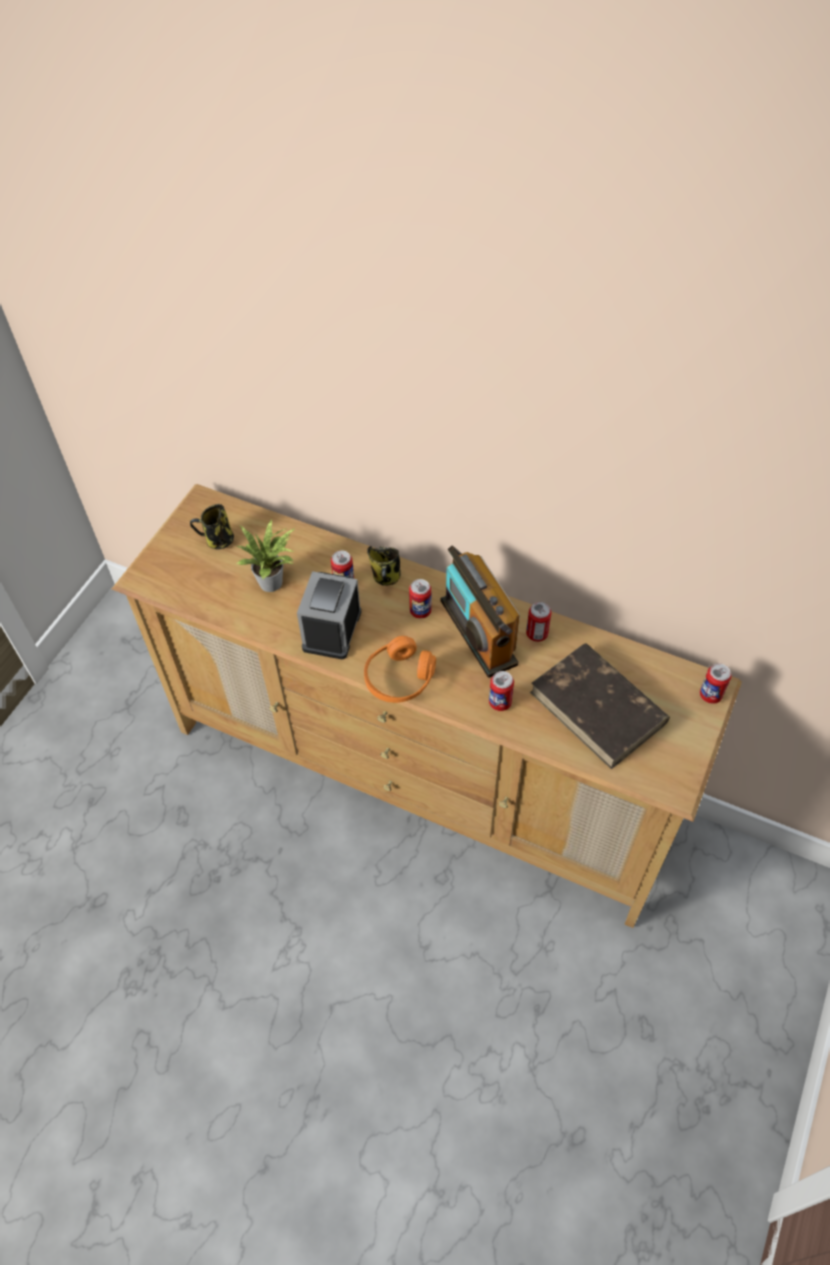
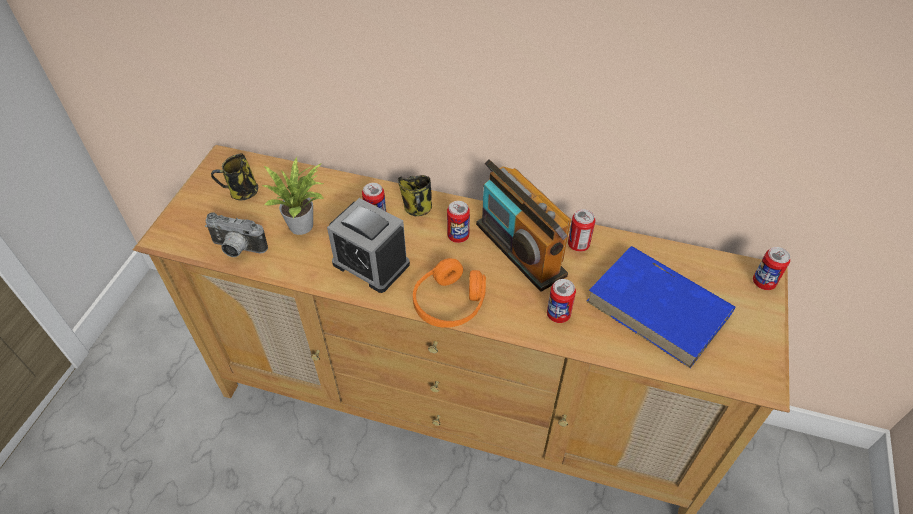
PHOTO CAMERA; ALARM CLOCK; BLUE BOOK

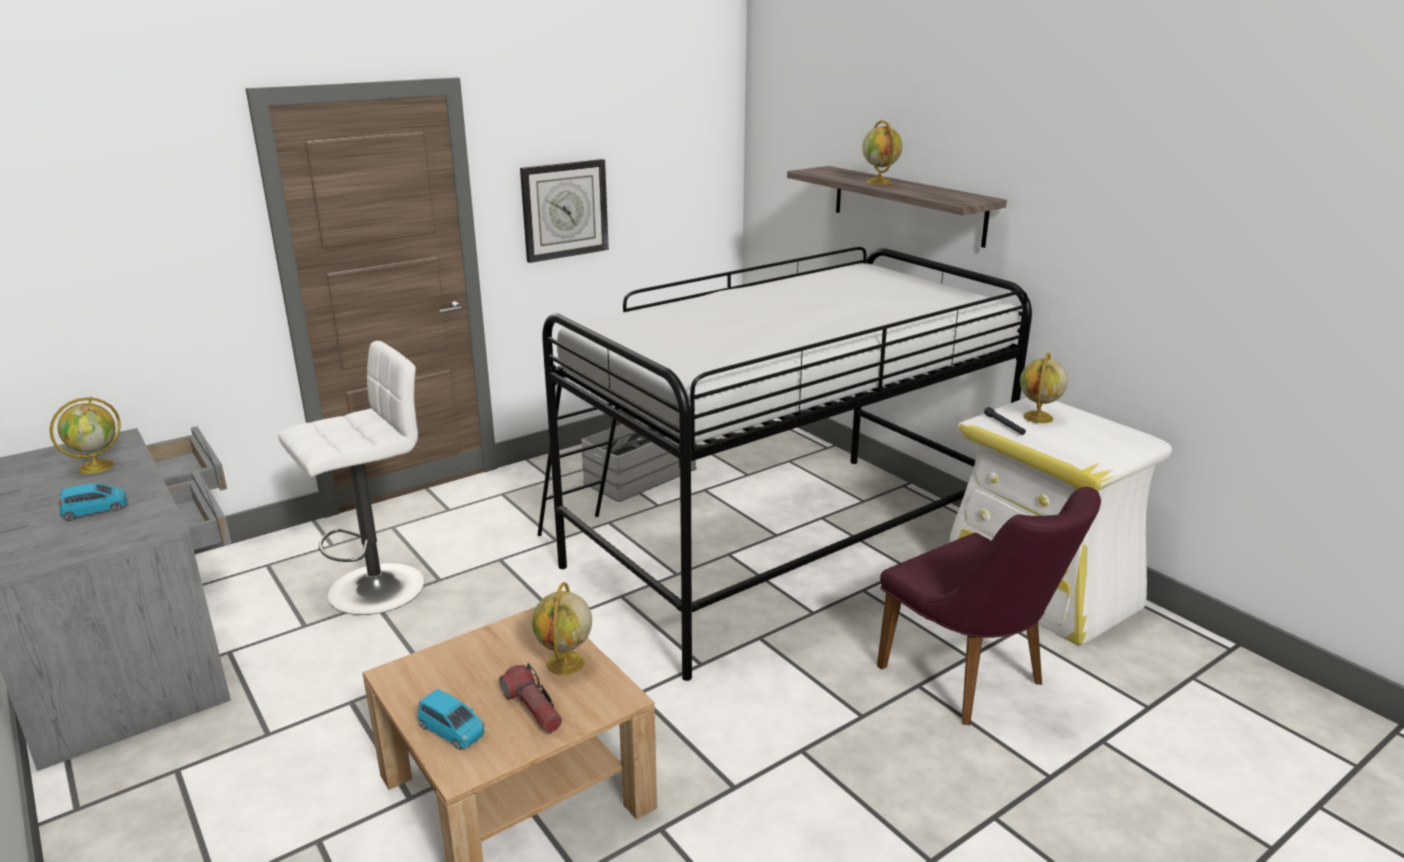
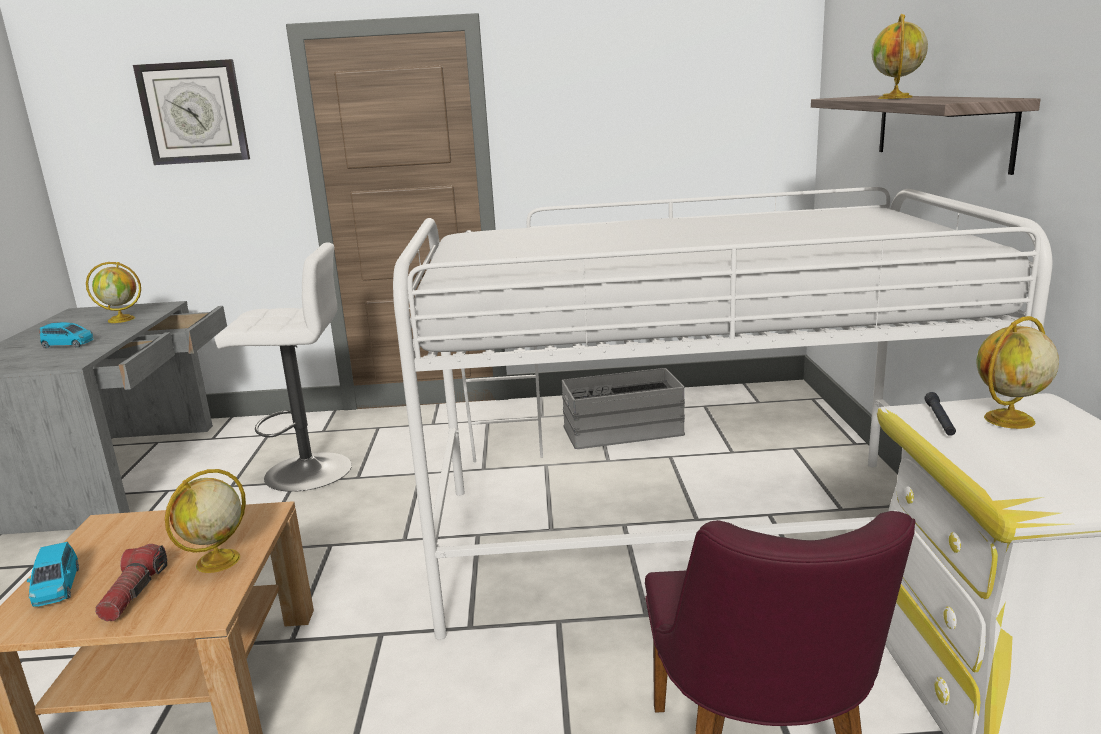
WALL CLOCK; WHITE BED

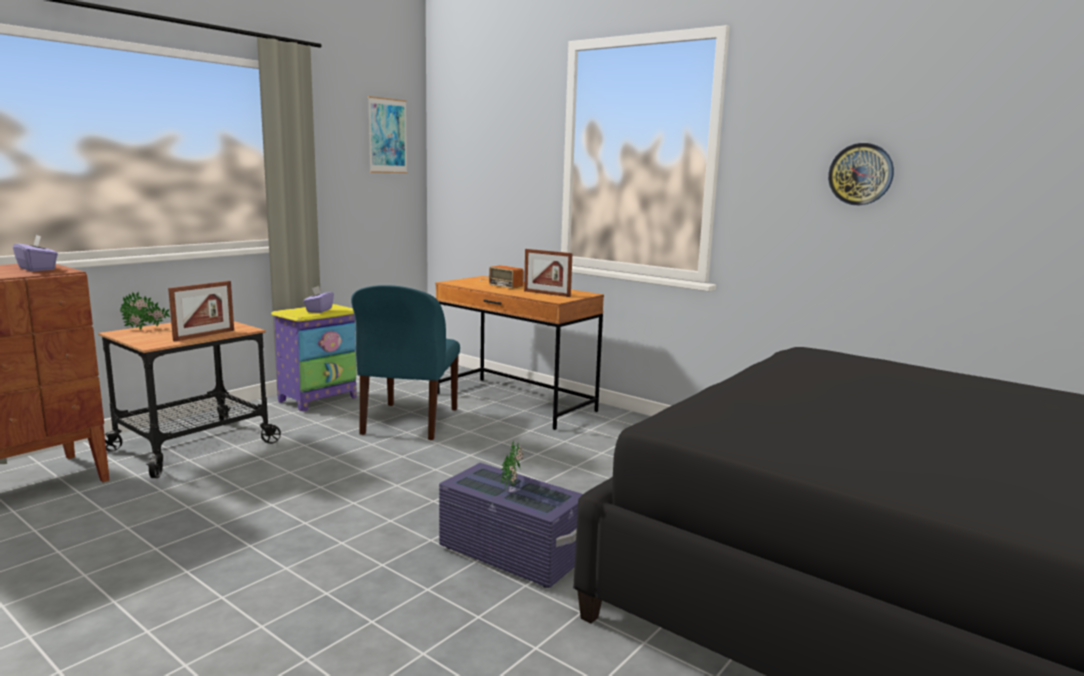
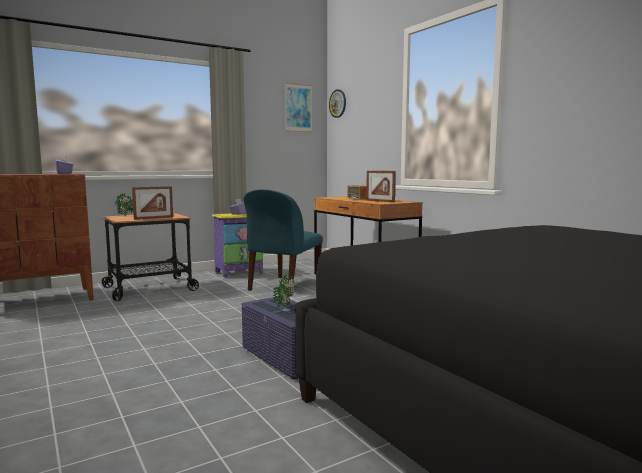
WALL CLOCK

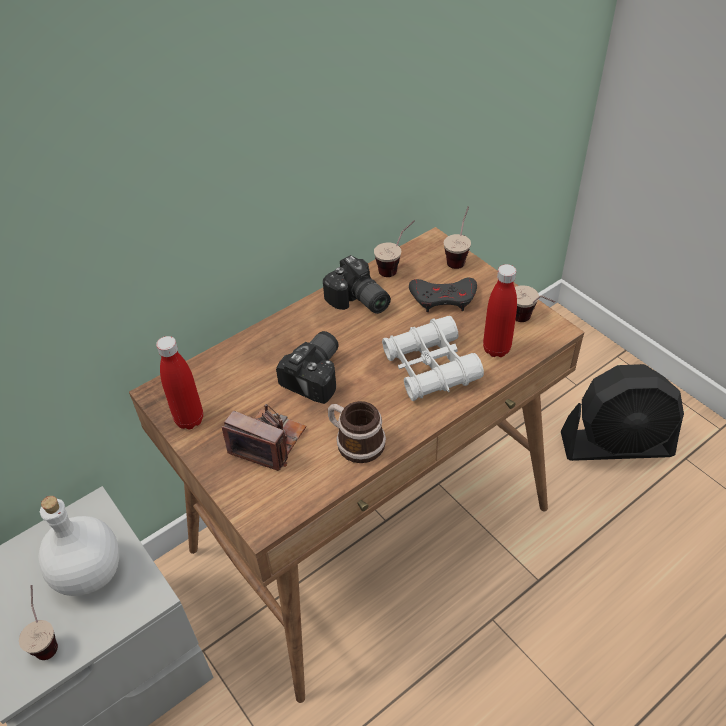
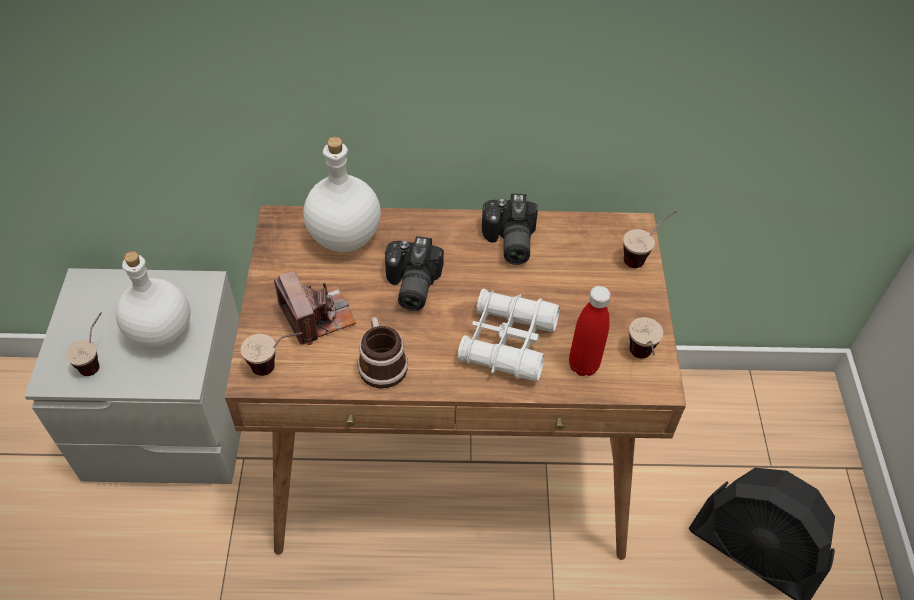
CUP (2nd from left); WHITE BOTTLE (2nd from left); PHOTO CAMERA (2nd from left); RED BOTTLE (1st from left in the first image); GREY GAME CONTROLLER

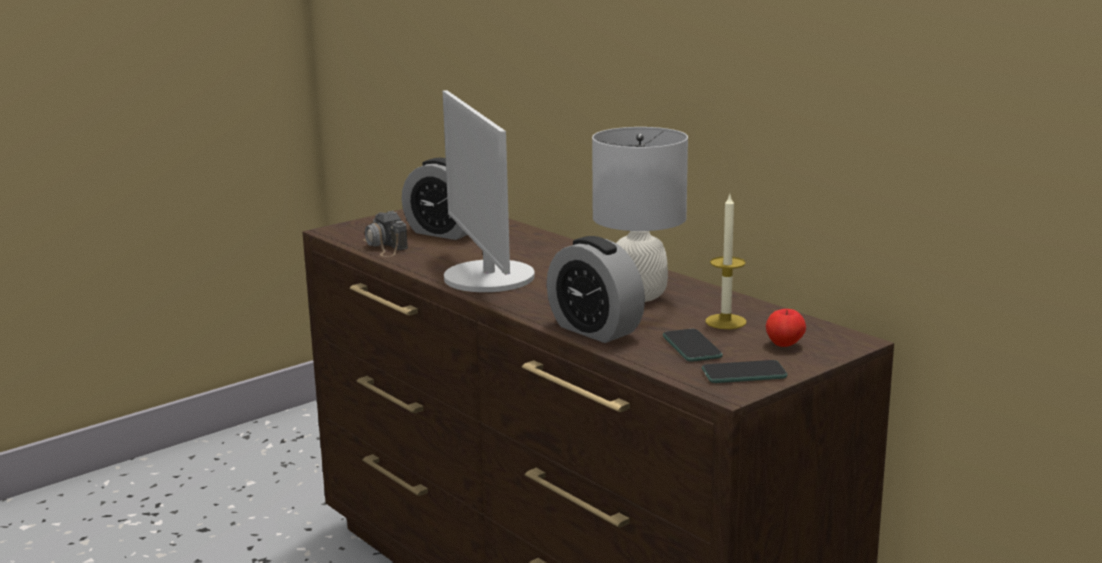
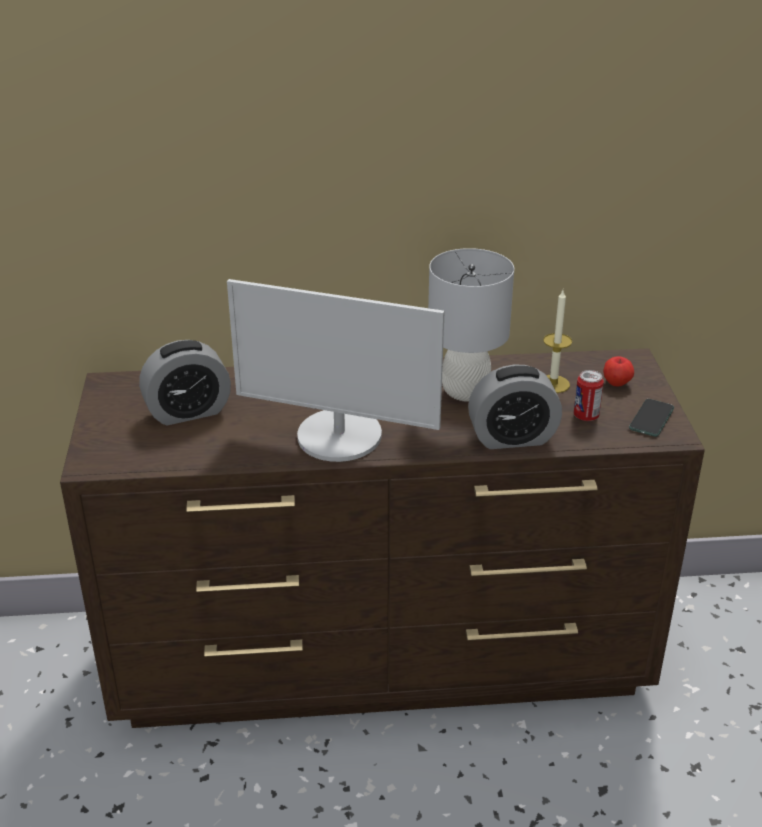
CAN; PHOTO CAMERA

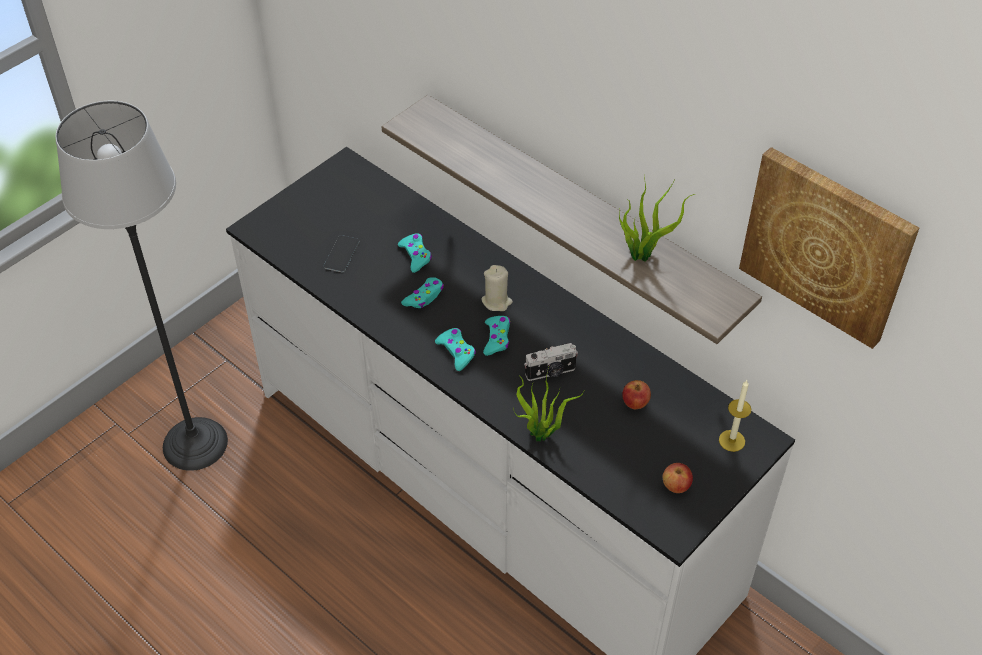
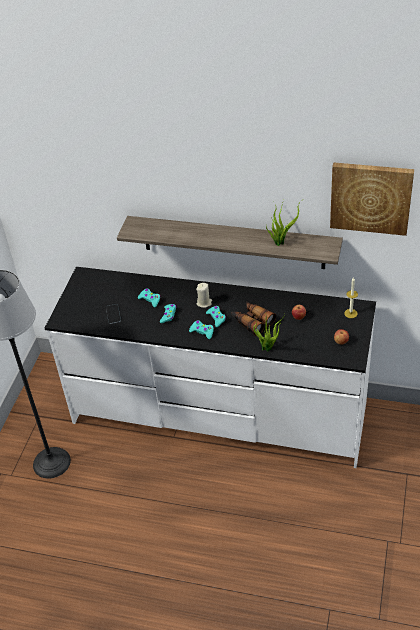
BINOCULARS

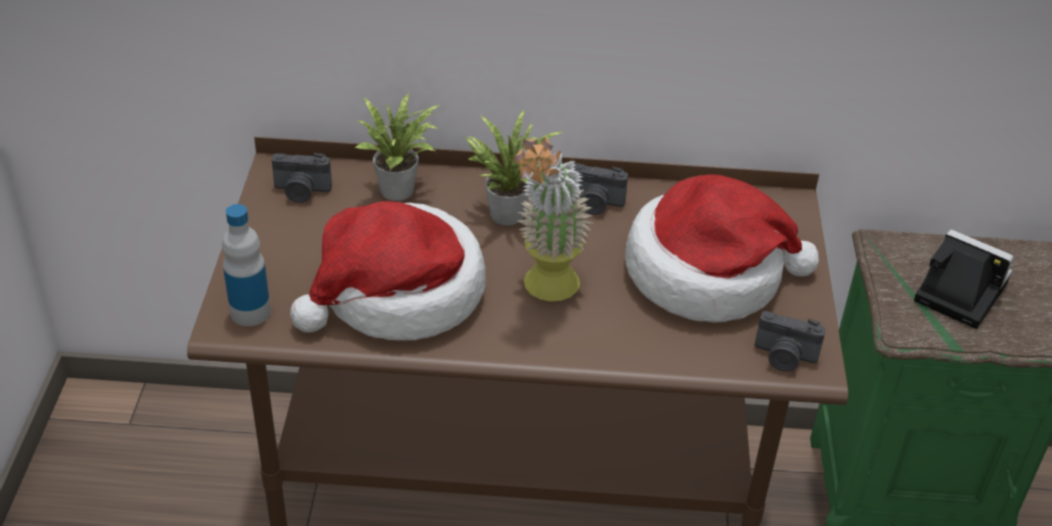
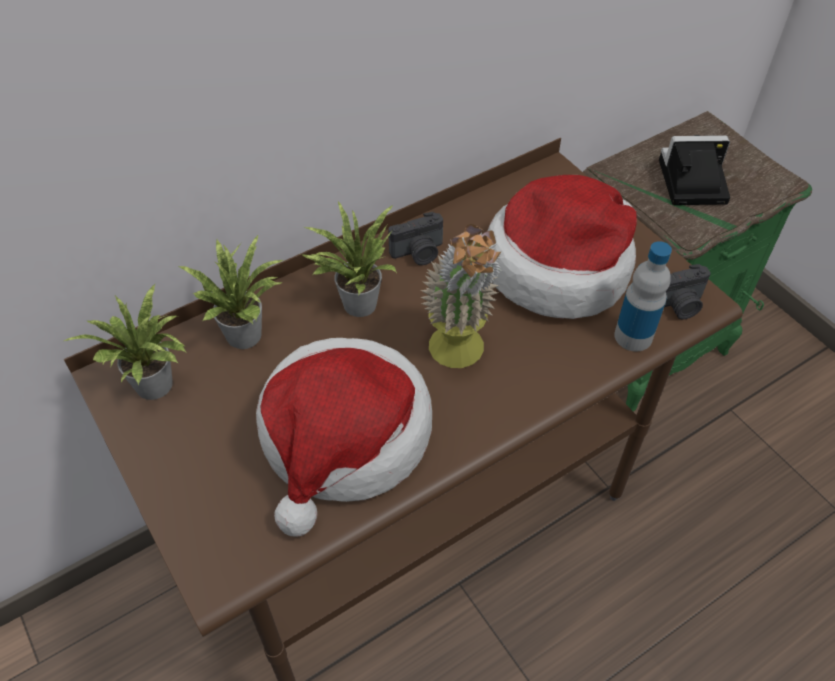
POTTED PLANT (1st from left); BOTTLE

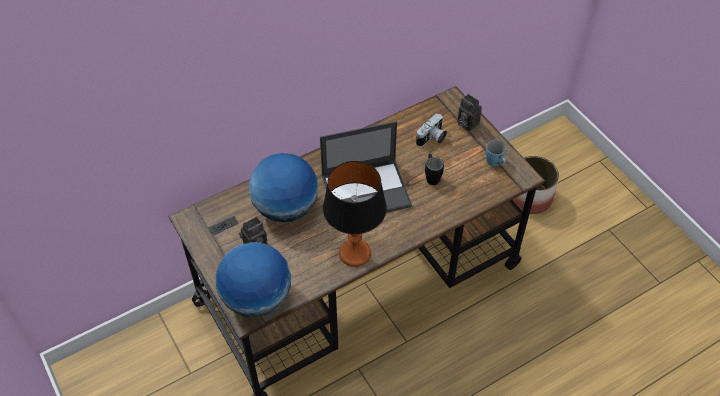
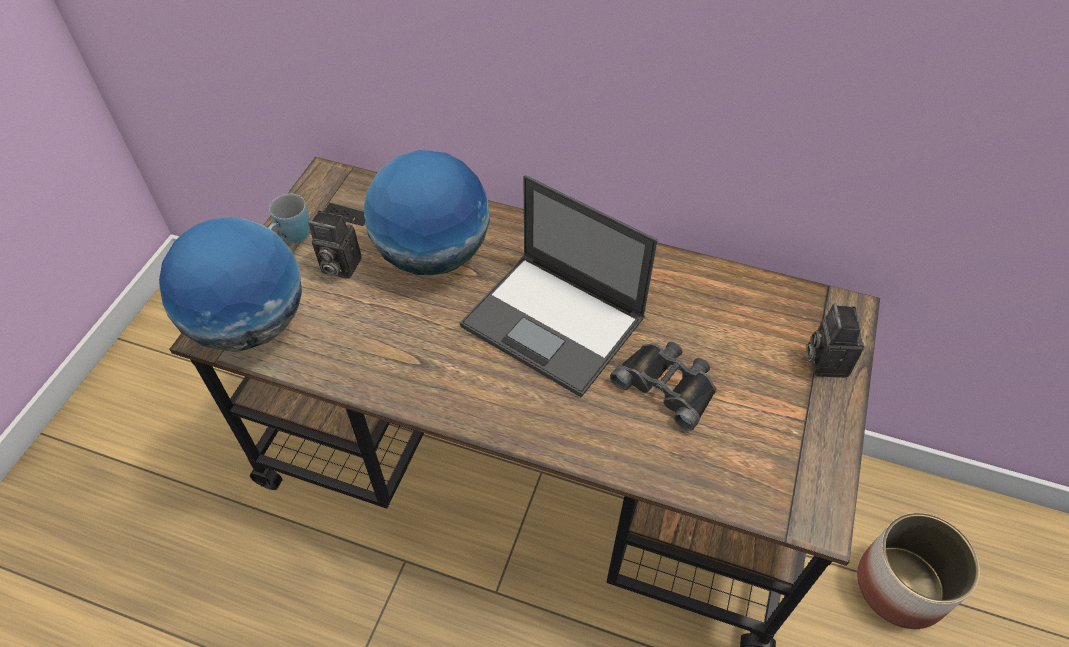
BLUE MUG; BLACK BINOCULARS; TABLE LAMP; PHOTO CAMERA (2nd from left in the first image)

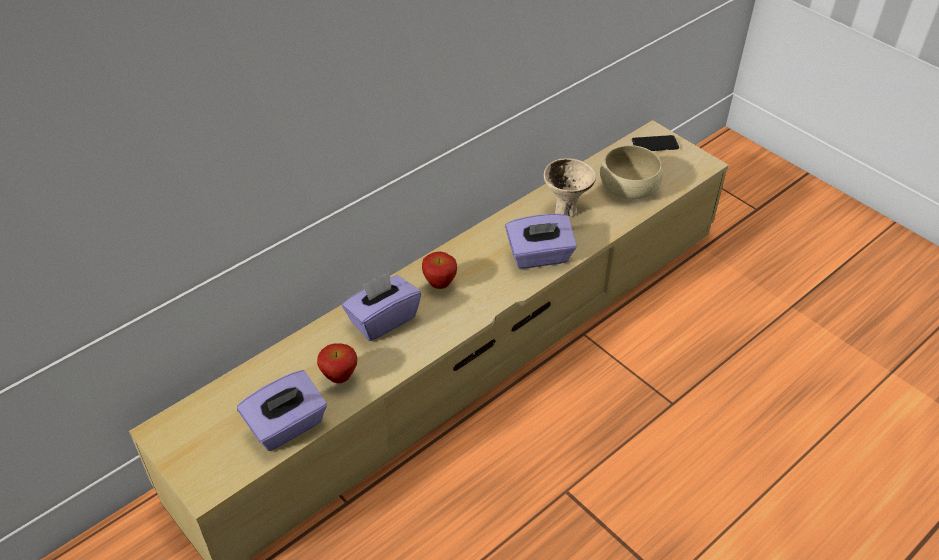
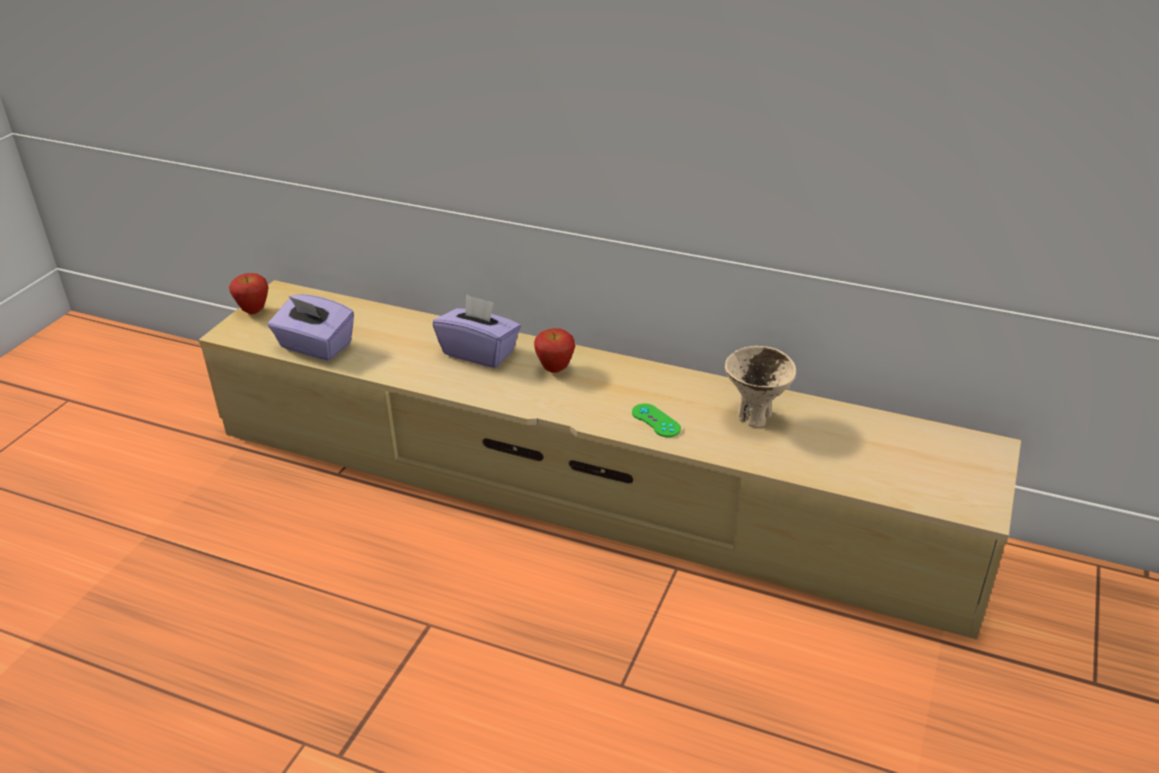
APPLE (1st from left); GREEN GAME CONTROLLER; BEIGE BOWL (2nd from left in the first image); PHONE

